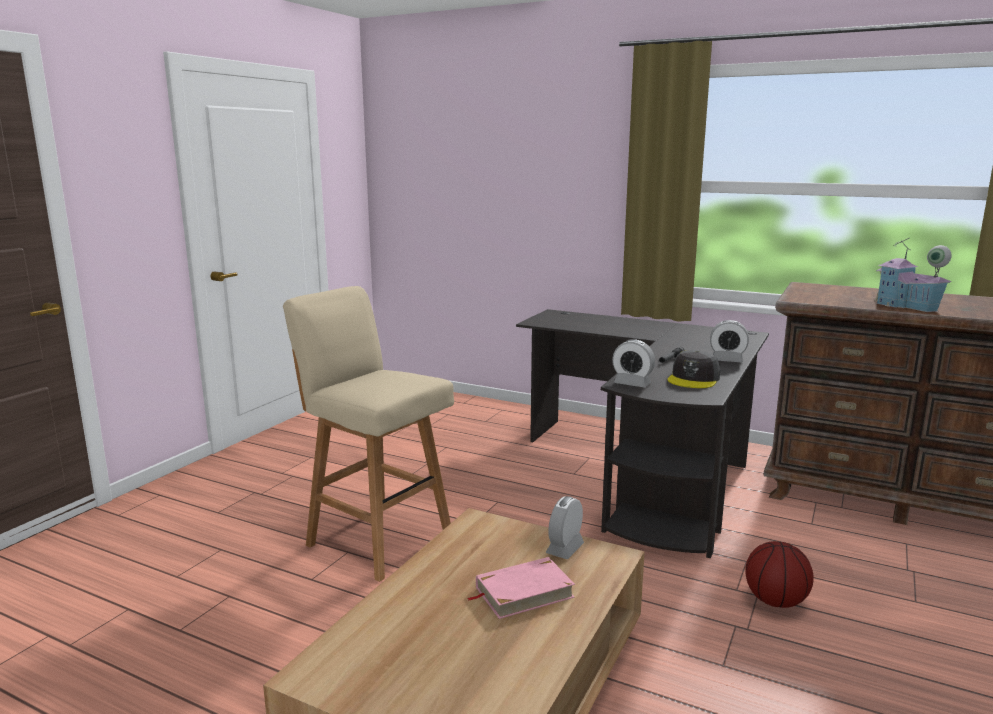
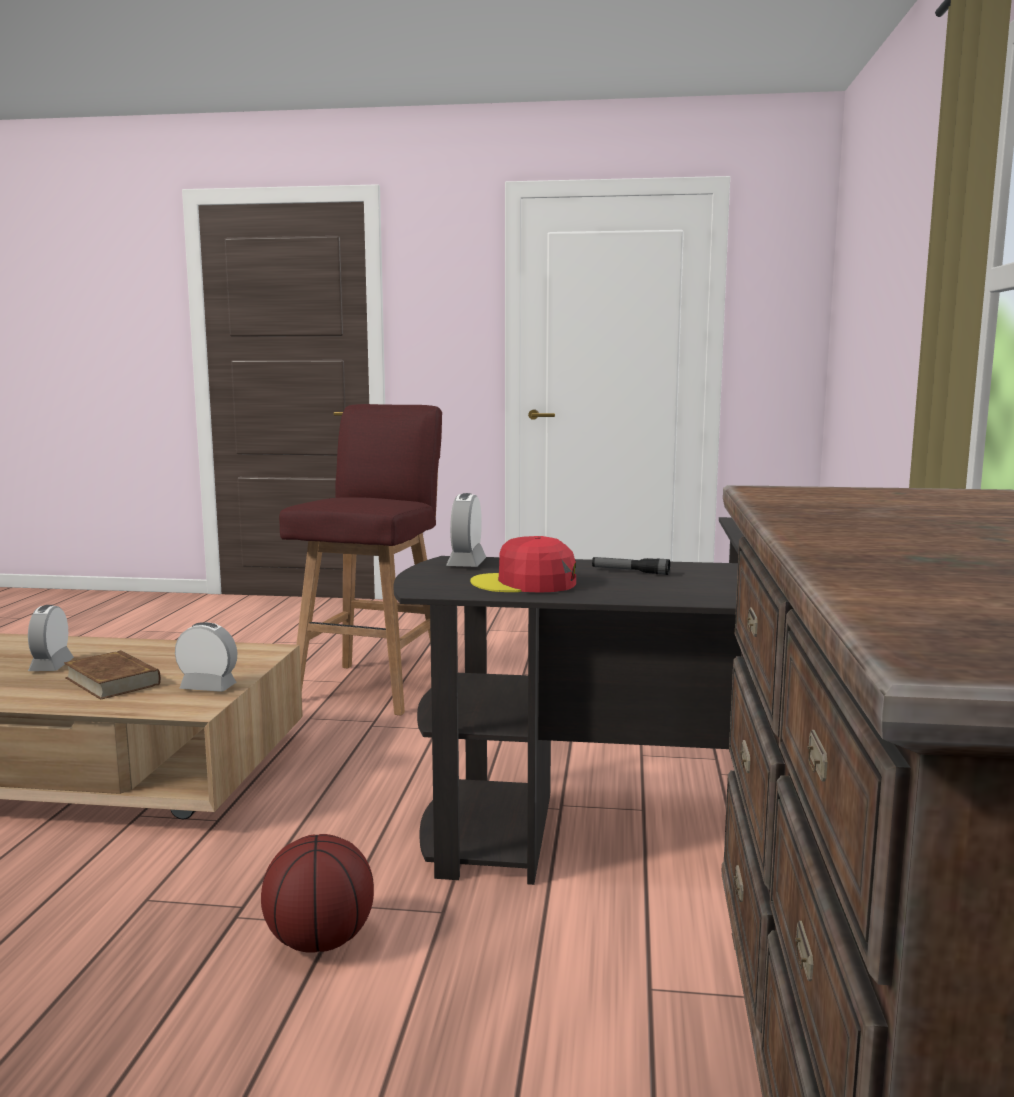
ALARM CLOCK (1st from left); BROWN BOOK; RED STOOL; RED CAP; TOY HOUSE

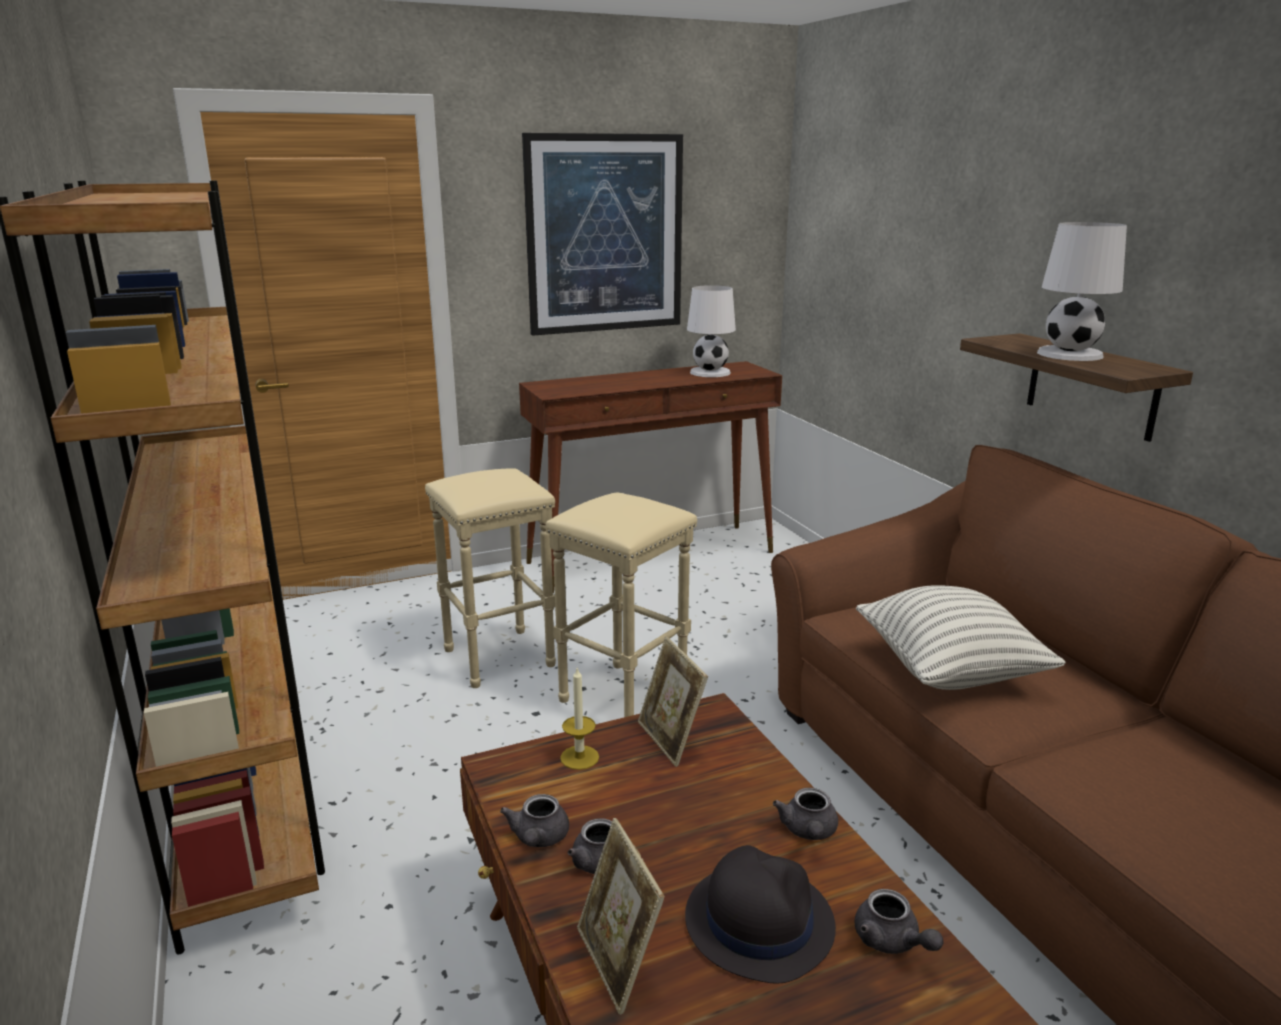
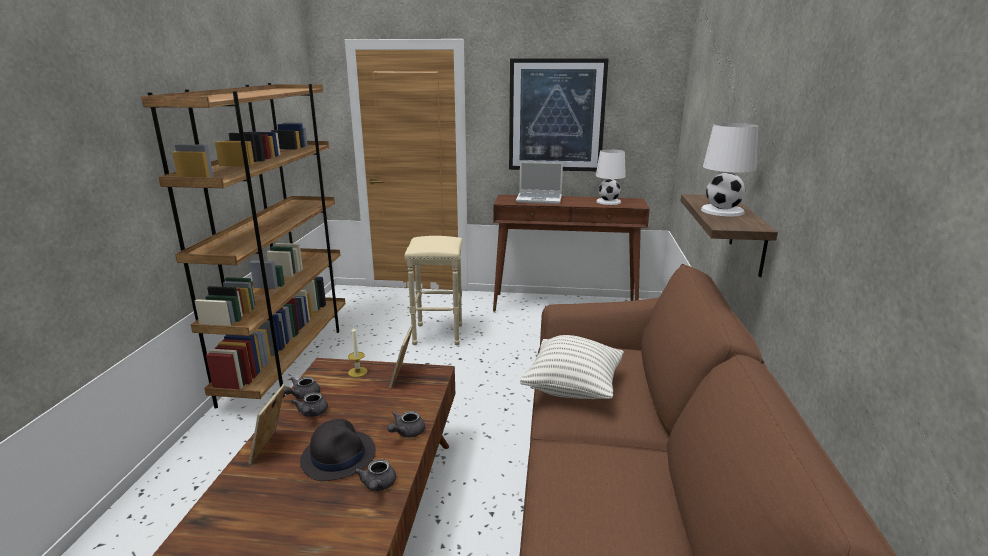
LAPTOP; BEIGE STOOL (2nd from left in the first image)

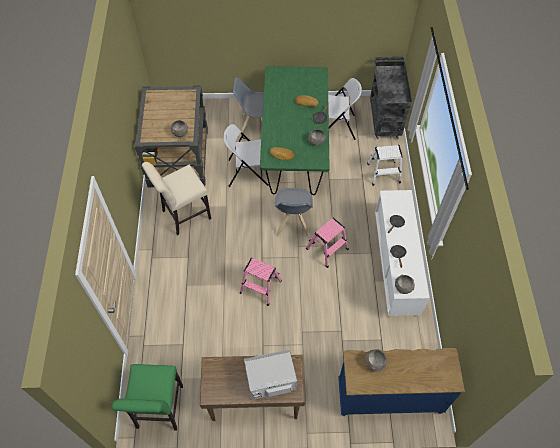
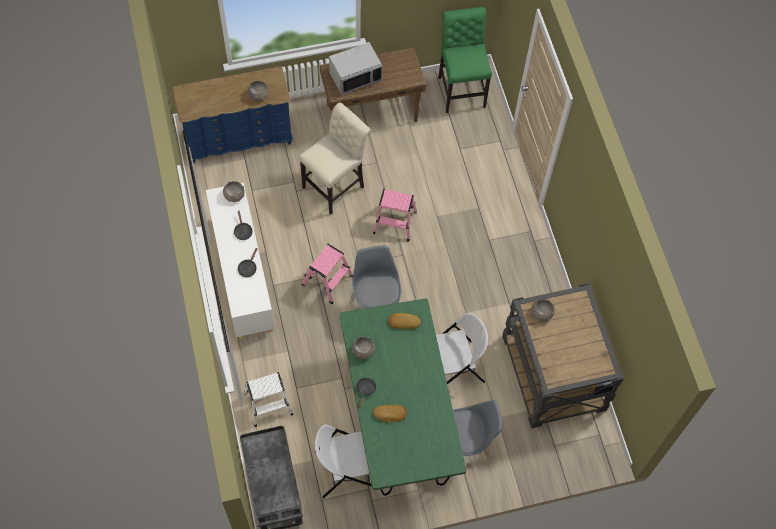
BEIGE STOOL

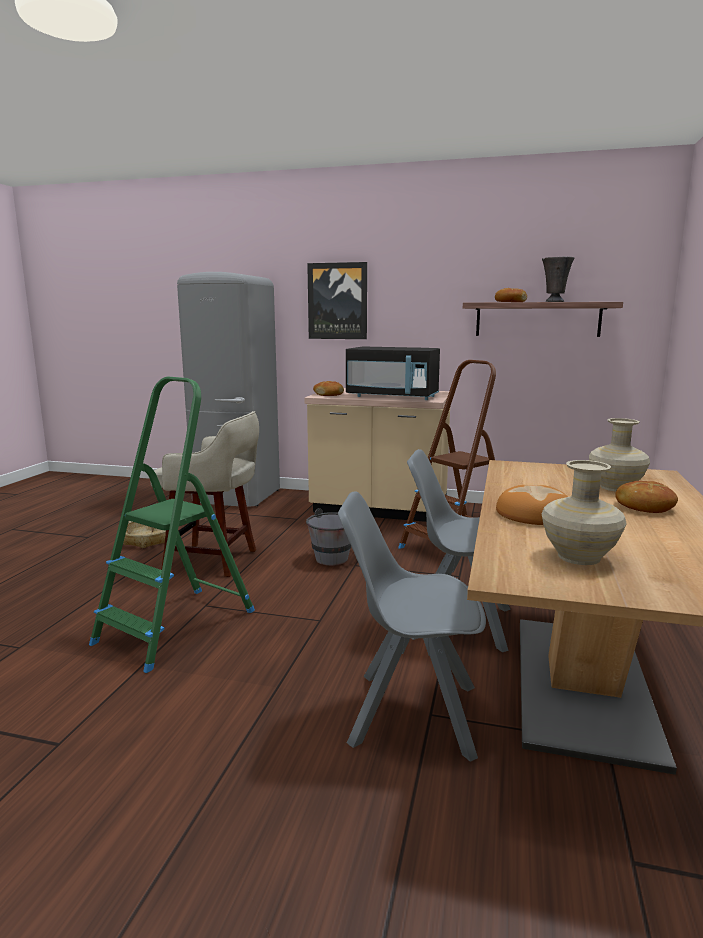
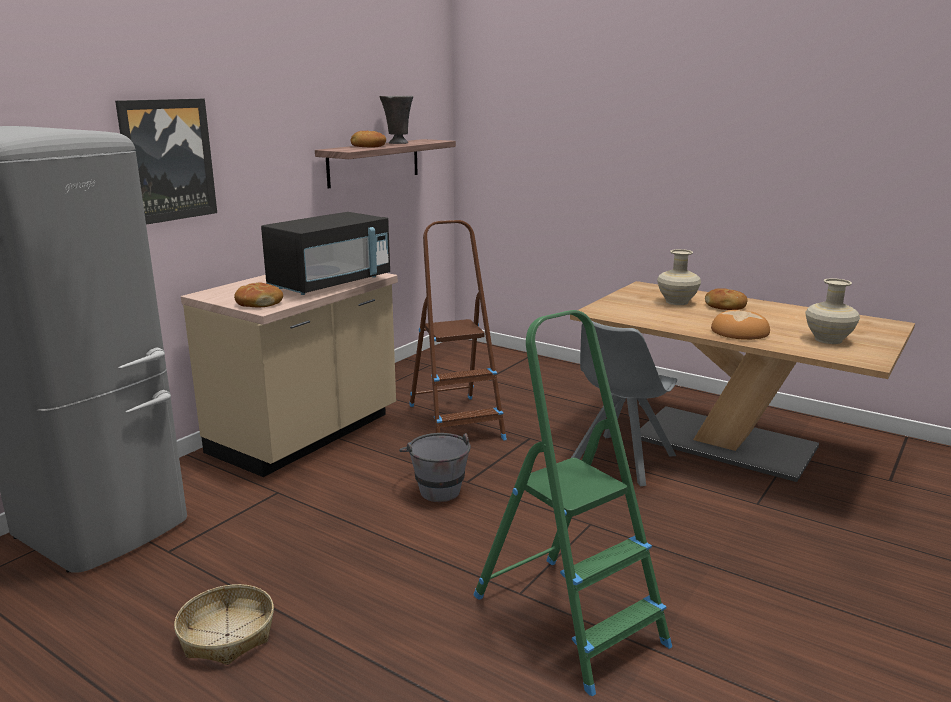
BEIGE STOOL; GREY CHAIR (1st from left in the first image)

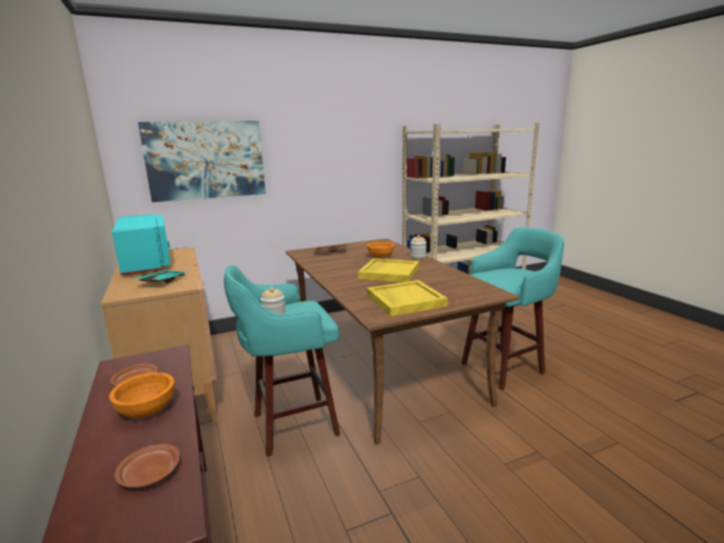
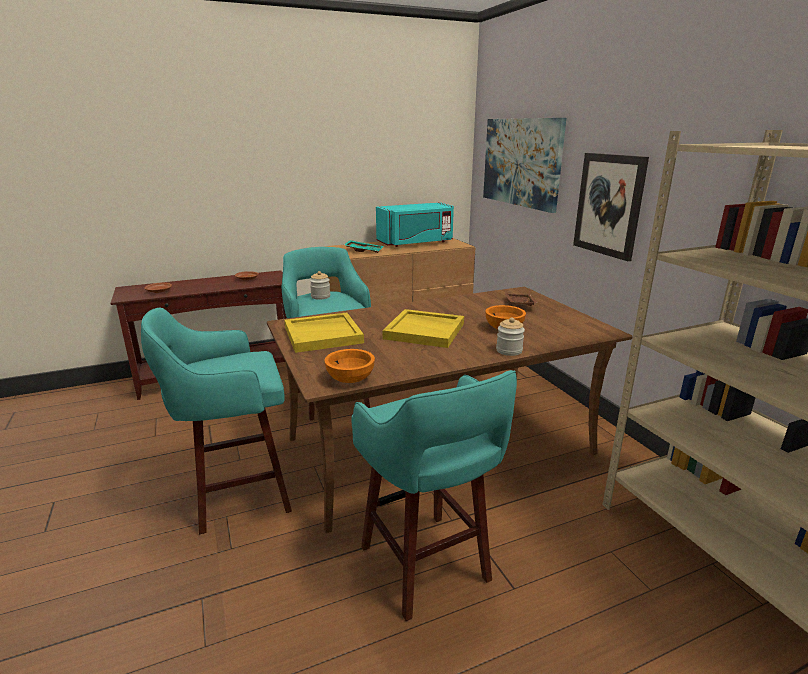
TURQUOISE STOOL (1st from left); ORANGE BOWL (1st from left); PICTURE (2nd from left)

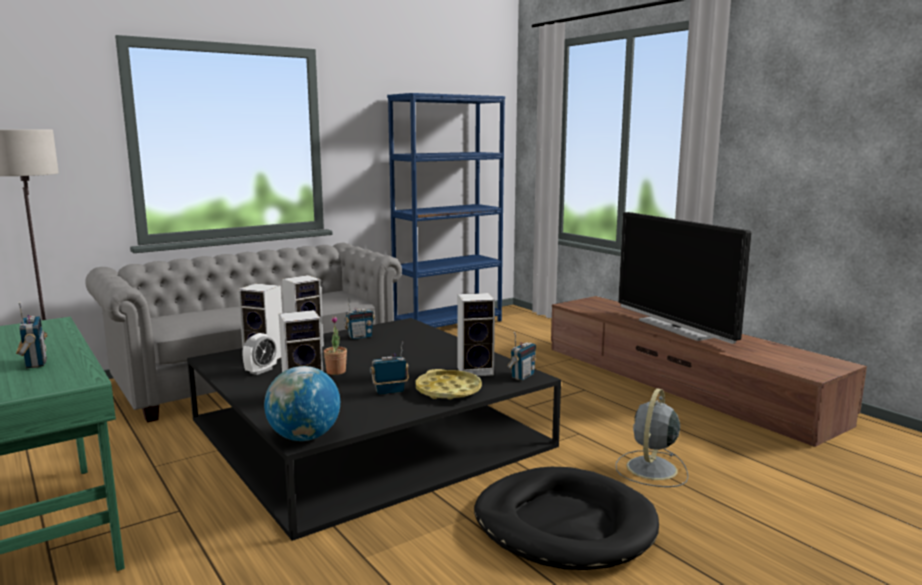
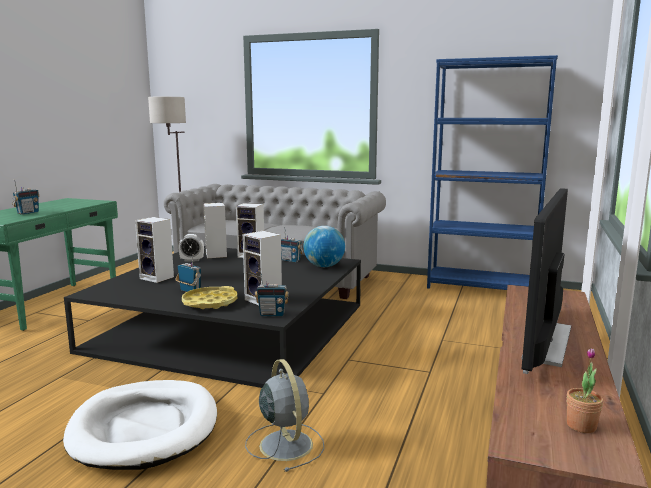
WHITE DOG BED; GREY FAN; GLOBE; POTTED PLANT

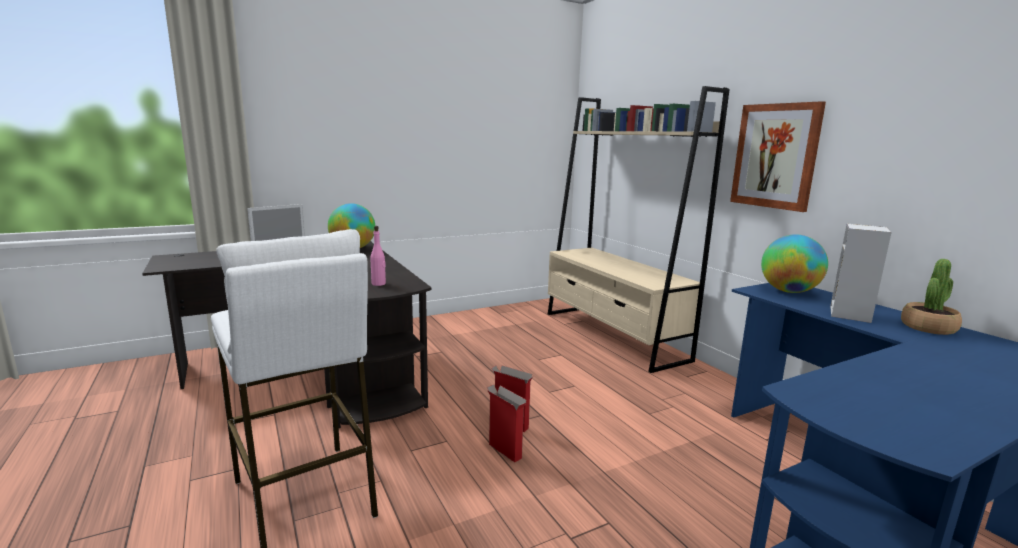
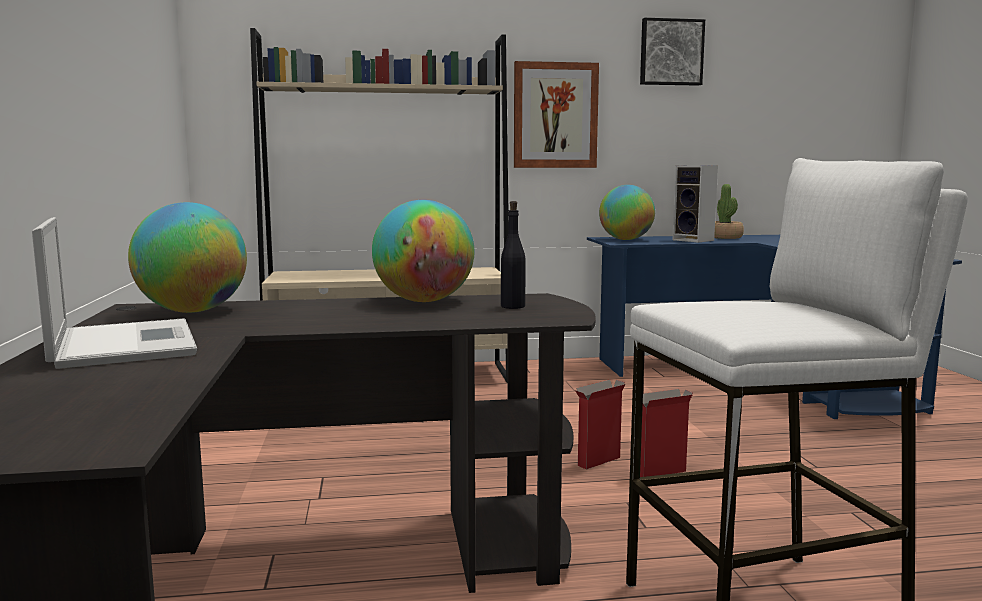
GLOBE (2nd from left); BLACK BOTTLE; PICTURE (2nd from left)

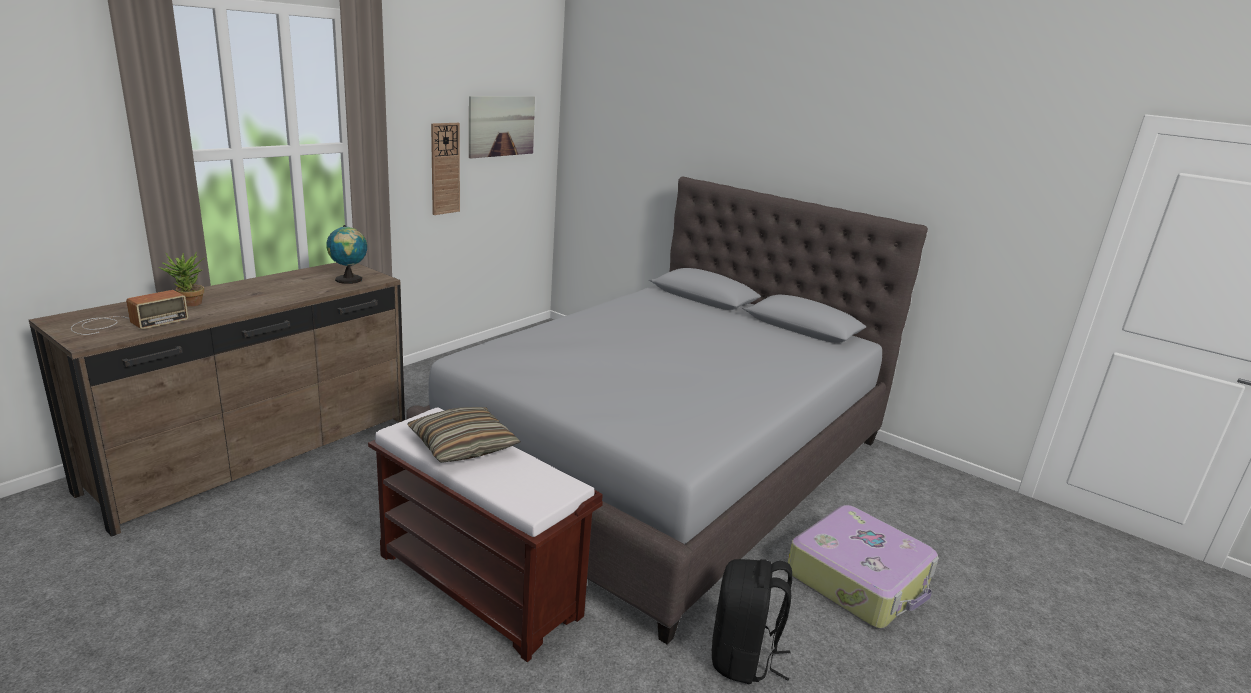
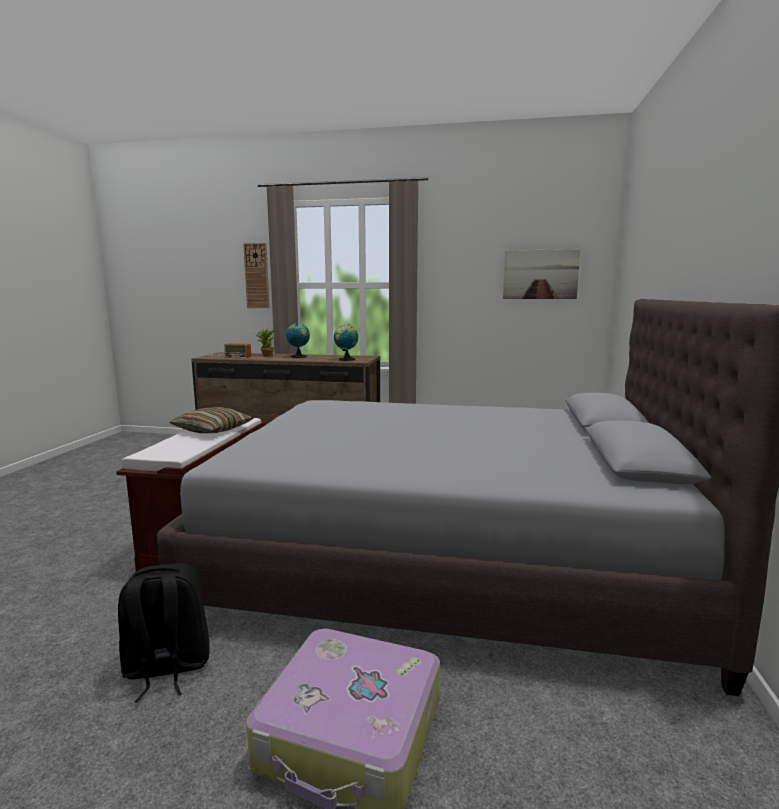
WALL CLOCK; GLOBE (1st from left)

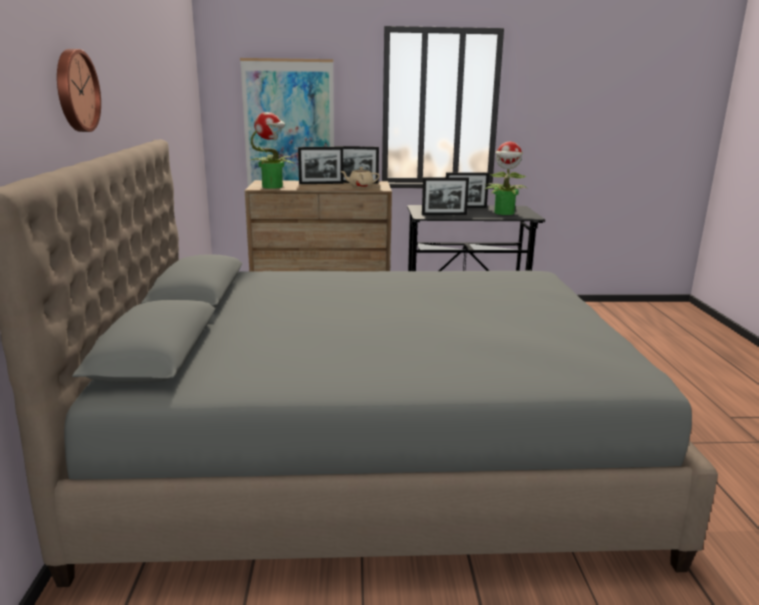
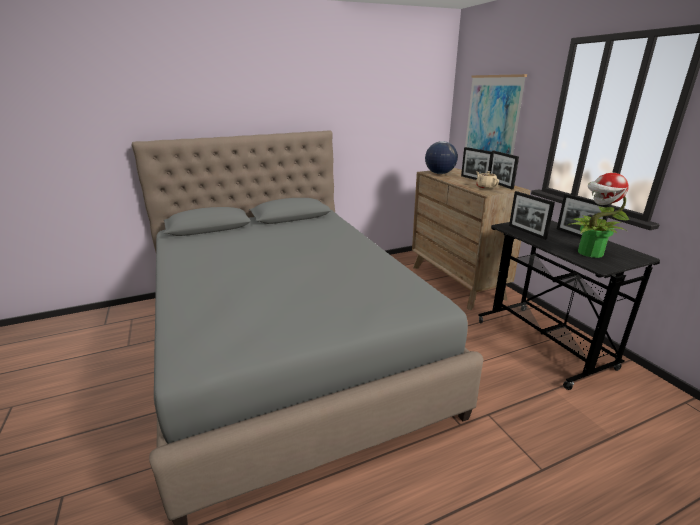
GLOBE; WALL CLOCK

